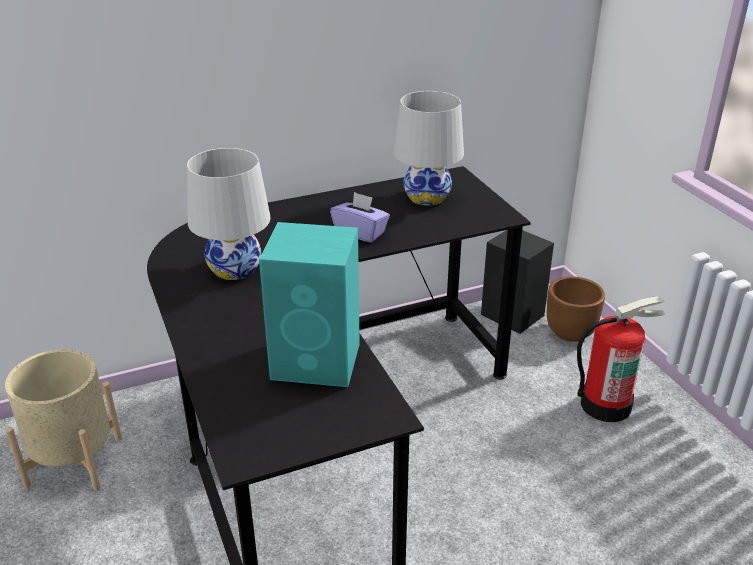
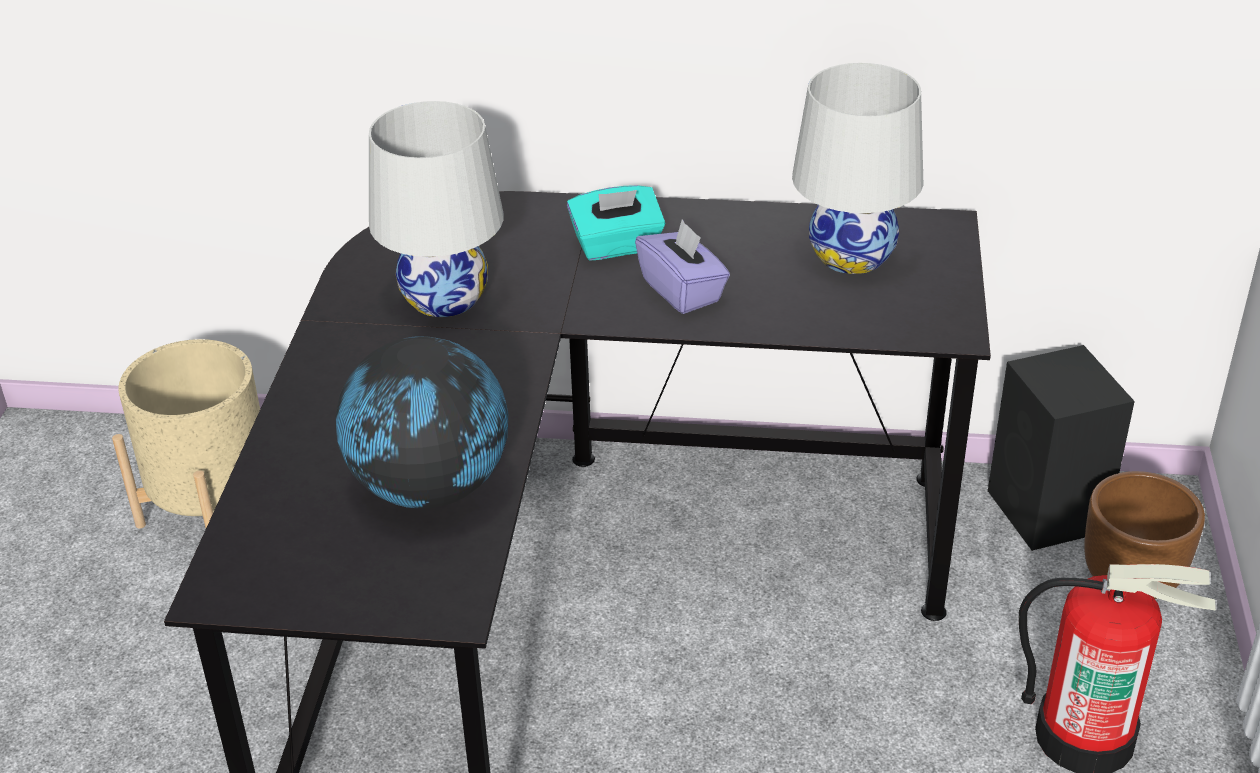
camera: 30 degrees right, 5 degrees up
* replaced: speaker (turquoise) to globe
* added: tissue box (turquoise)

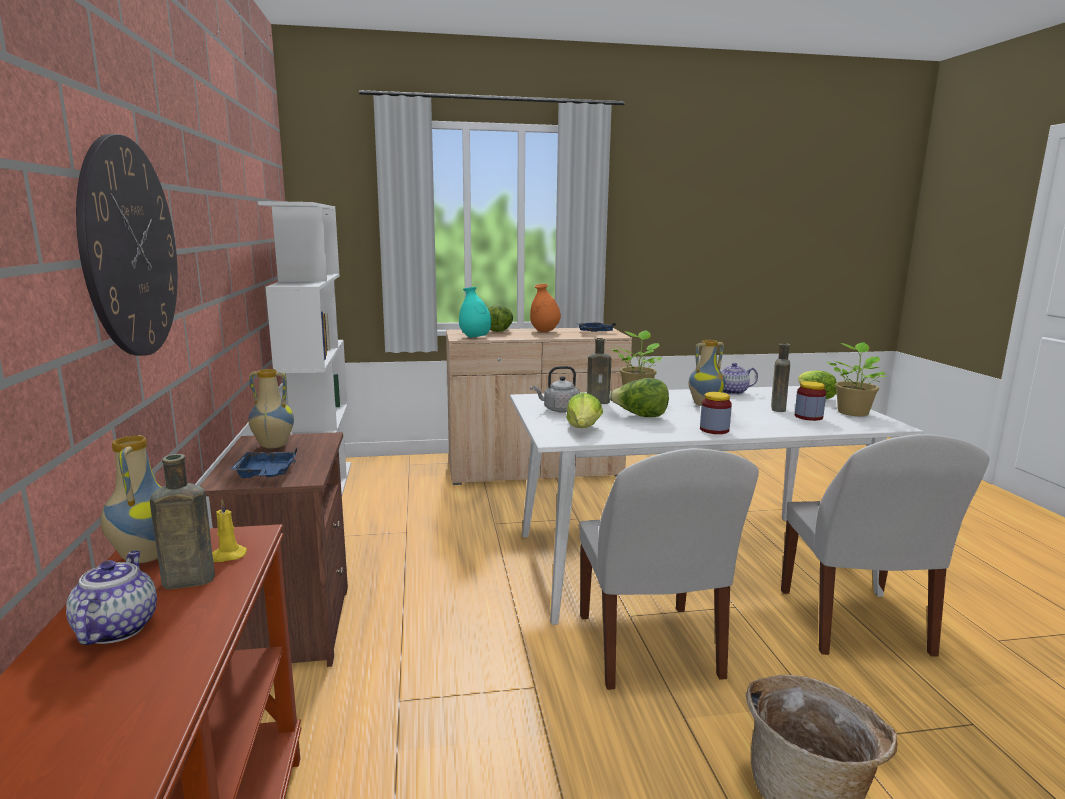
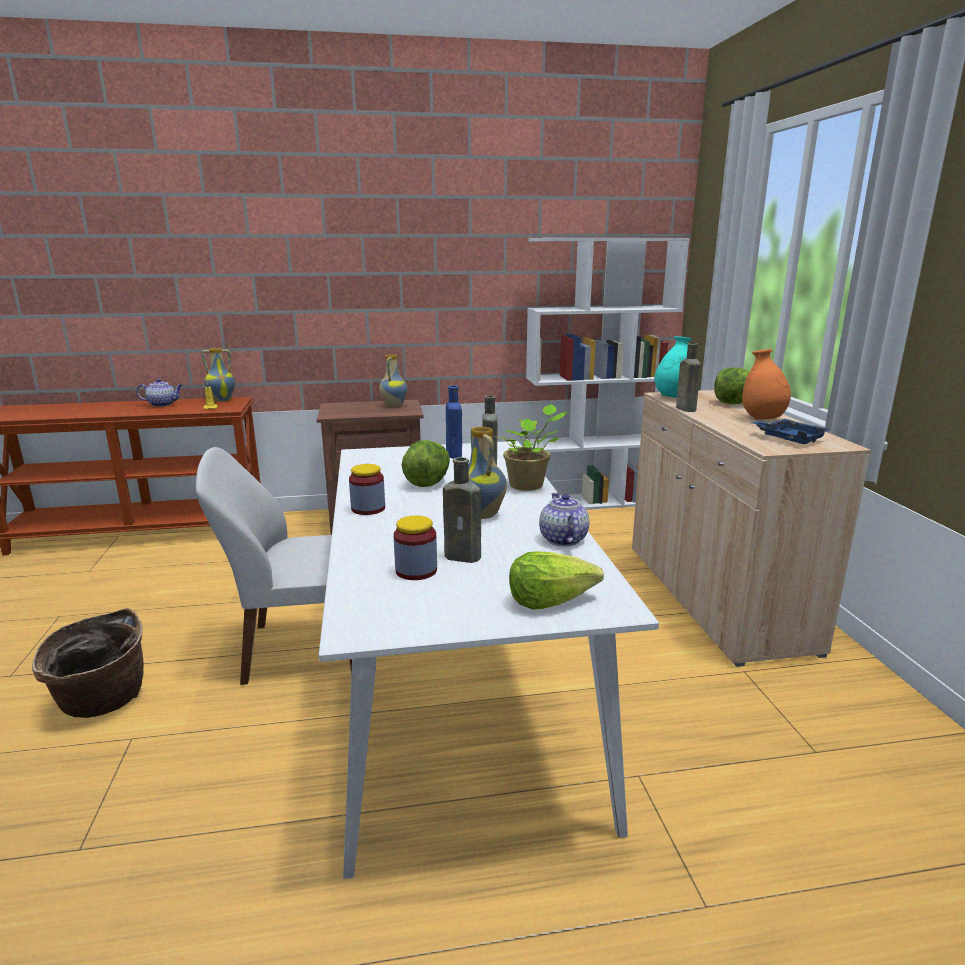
camera: 90 degrees right, 5 degrees up
* removed: wall clock
* removed: potted plant (2nd from left)
* replaced: kettle (grey) to bottle (blue)
* removed: lettuce (2nd from left)
* removed: chair (white) (2nd from left)
* removed: tray (blue) (1st from left)
* moved: bottle (brown) (1st from left in the first image) to bottle (brown) (3rd from left)

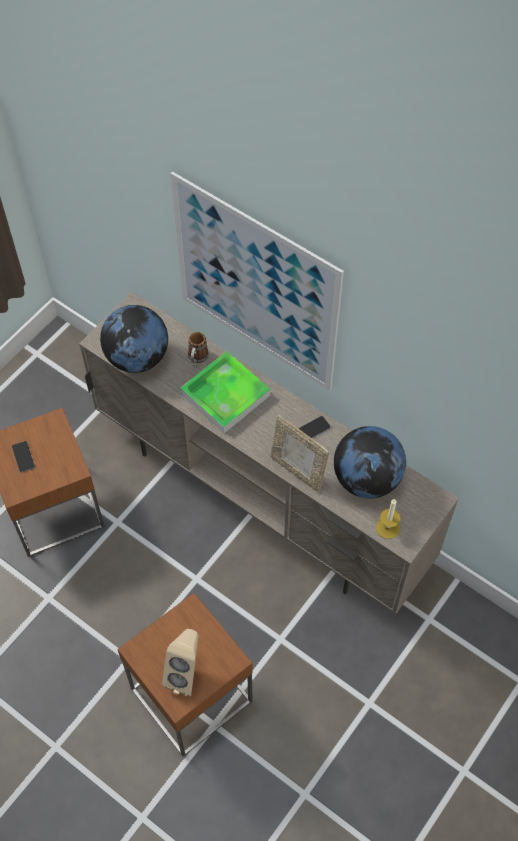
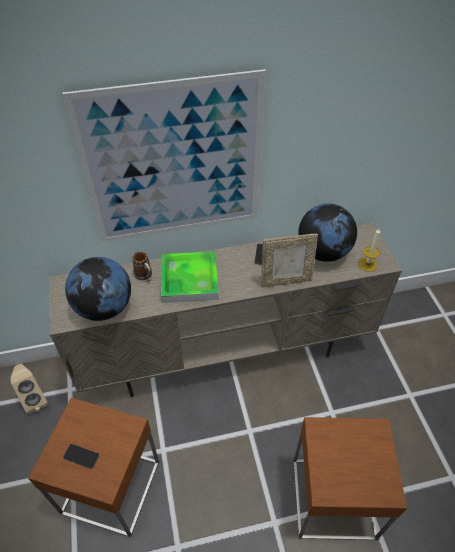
camera: 50 degrees left, 10 degrees down
* moved: speaker (beige)

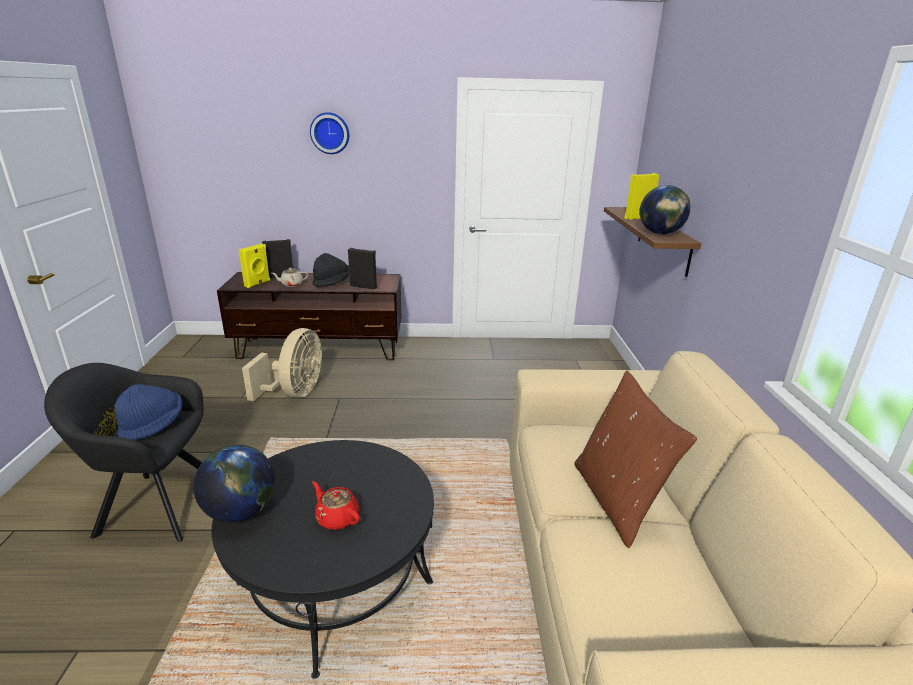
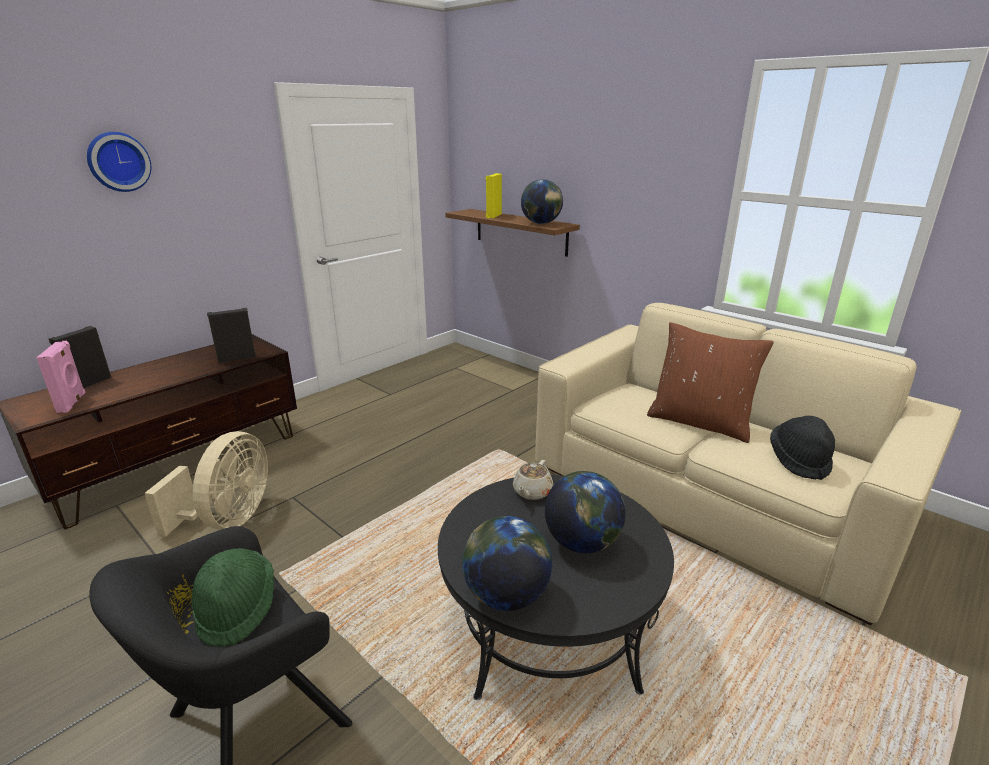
camera: 45 degrees left, 0 degrees up
* recoloured: speaker (yellow) (1st from left) to speaker (pink)
* moved: hat (black)
* moved: teapot (beige)
* turned: fan (beige) 45 degrees clockwise
* recoloured: hat (blue) to hat (green)
* replaced: teapot (red) to globe (3rd from left)

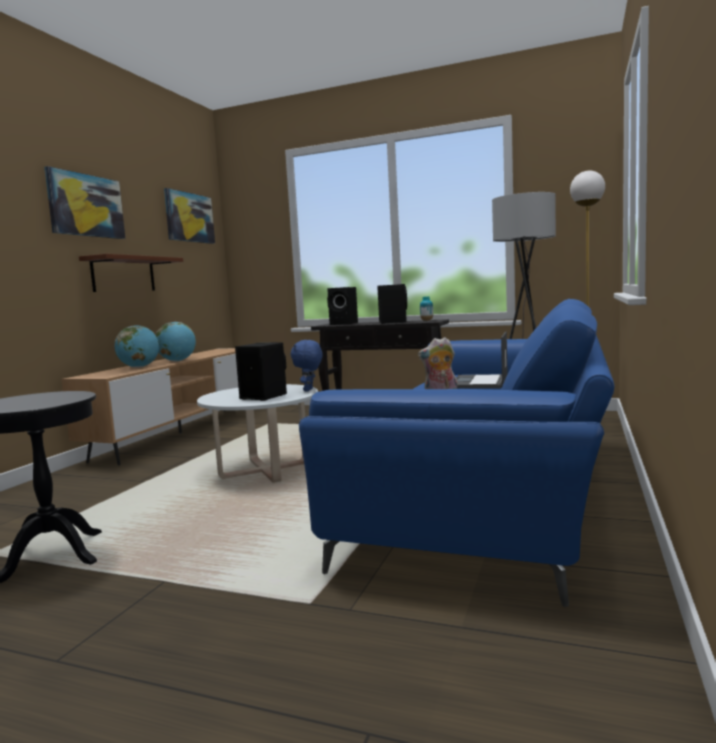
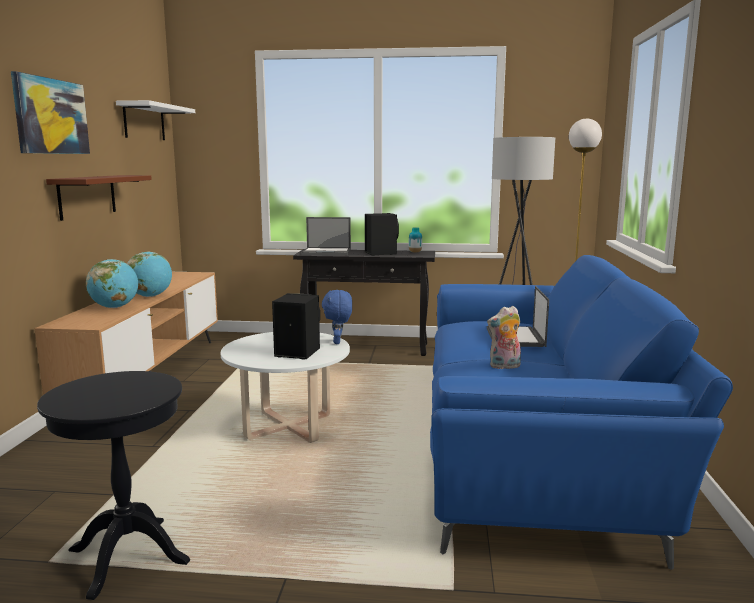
camera: 15 degrees left, 5 degrees up
* replaced: picture (2nd from left) to shelf (white)
* replaced: speaker (black) (2nd from left) to laptop (1st from left)

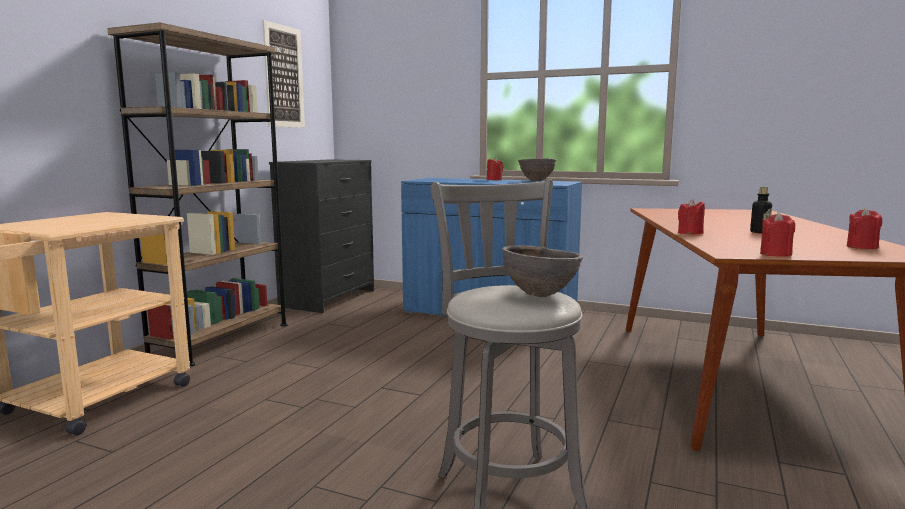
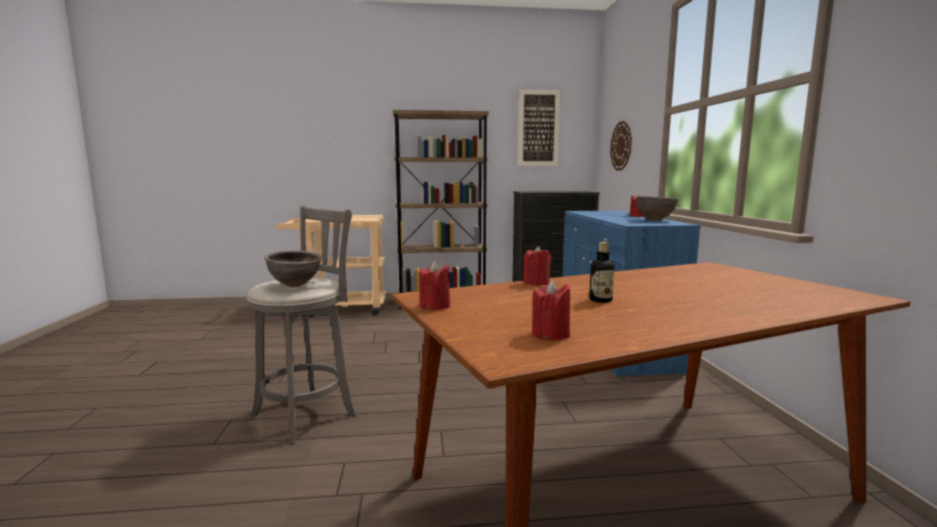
camera: 60 degrees right, 0 degrees up
* added: wall clock

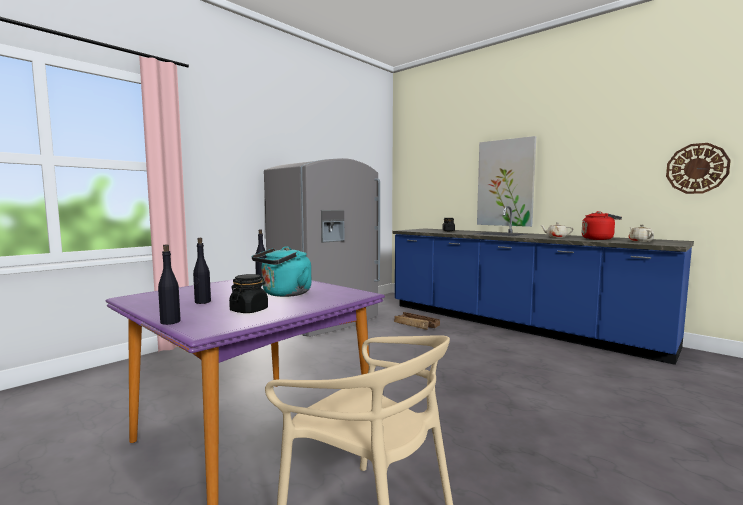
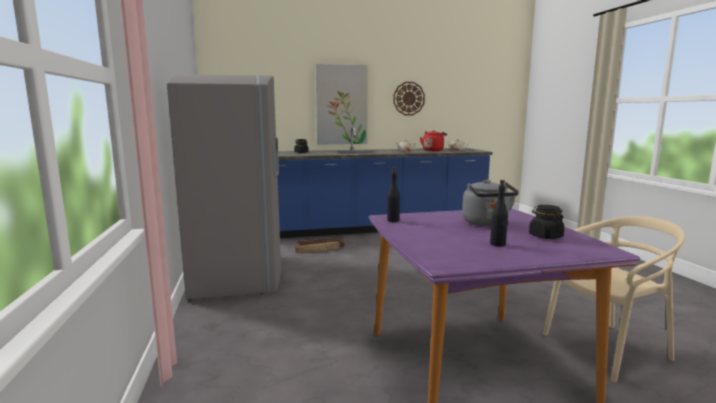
camera: 55 degrees left, 5 degrees up
* moved: wall clock
* removed: bottle (black) (1st from left)
* recoloured: kettle (turquoise) to kettle (grey)

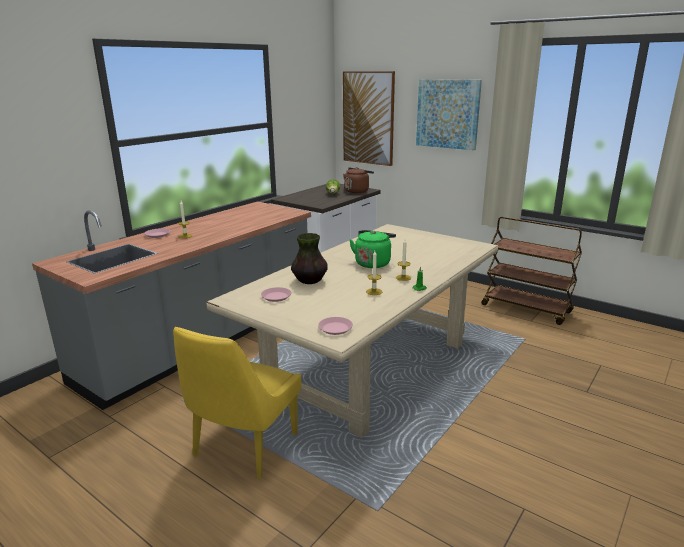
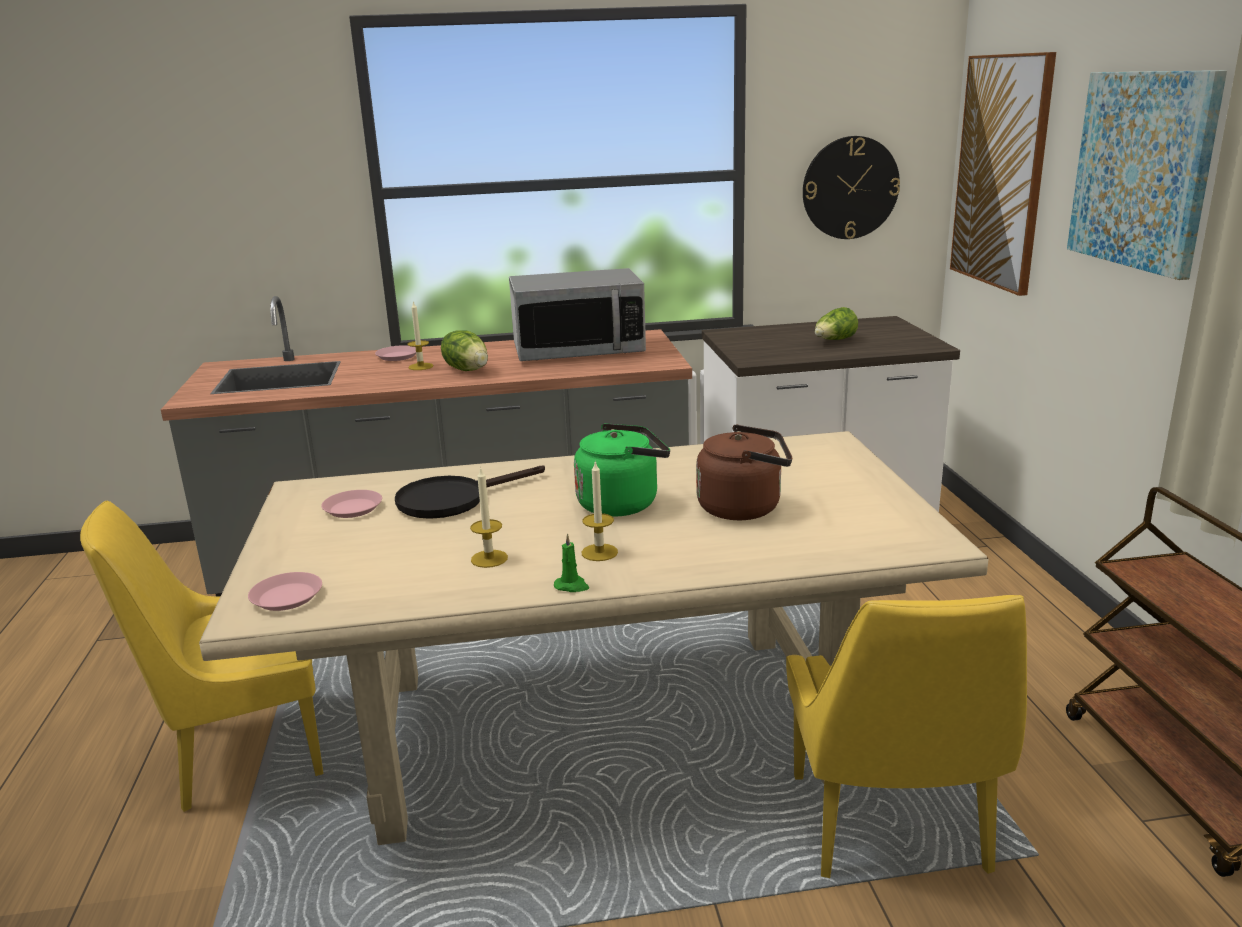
camera: 45 degrees right, 0 degrees up
* moved: kettle (brown)
* replaced: vase to frying pan (black)
* added: wall clock
* added: microwave
* added: lettuce (1st from left)
* added: chair (yellow) (2nd from left)

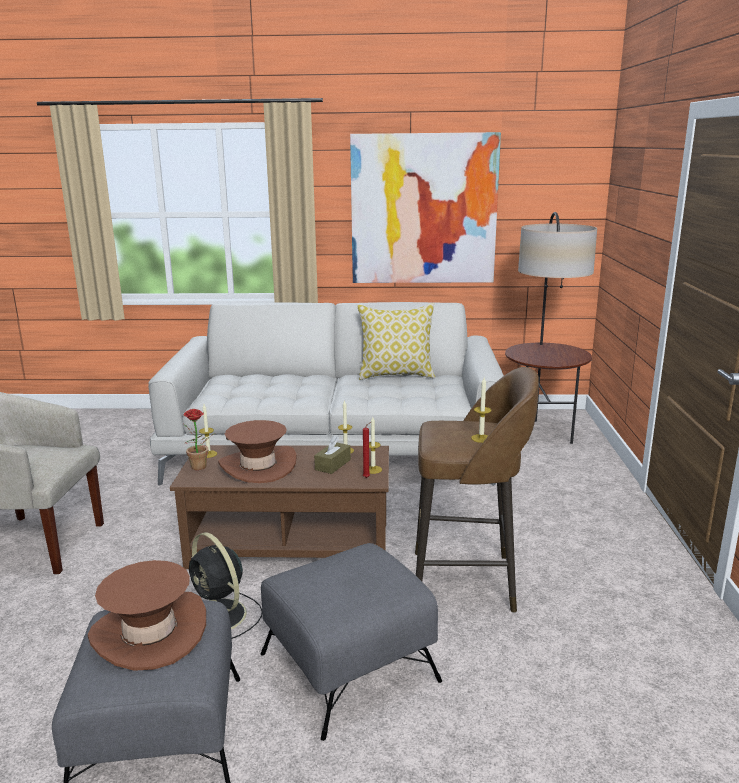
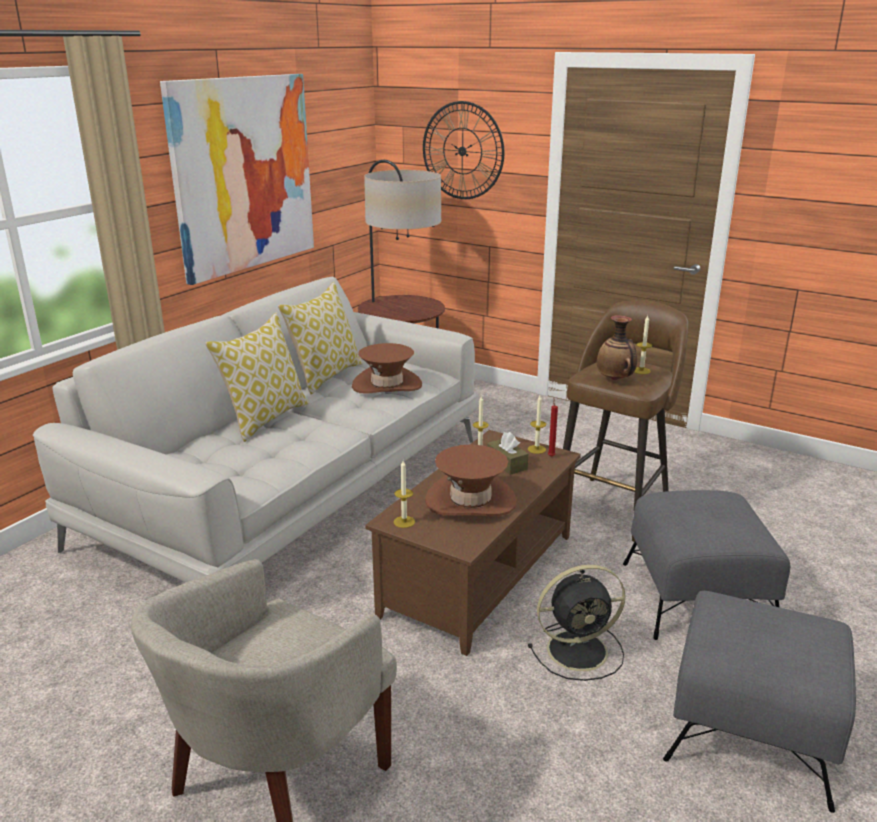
camera: 60 degrees left, 5 degrees up
* removed: potted plant
* moved: hat (brown) (1st from left)
* added: wall clock
* added: pillow (1st from left)
* added: vase

